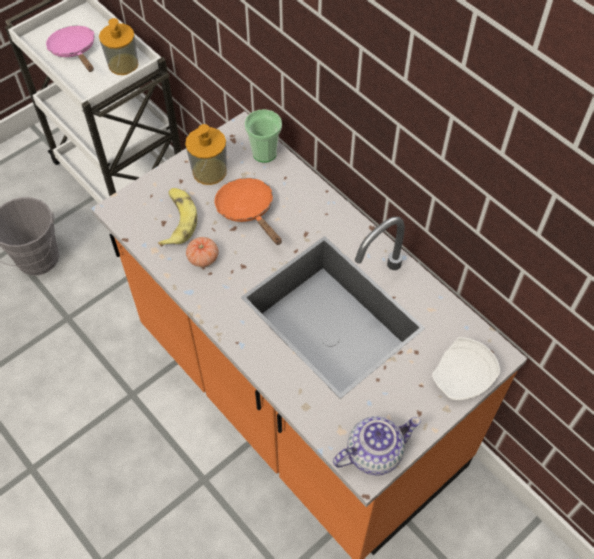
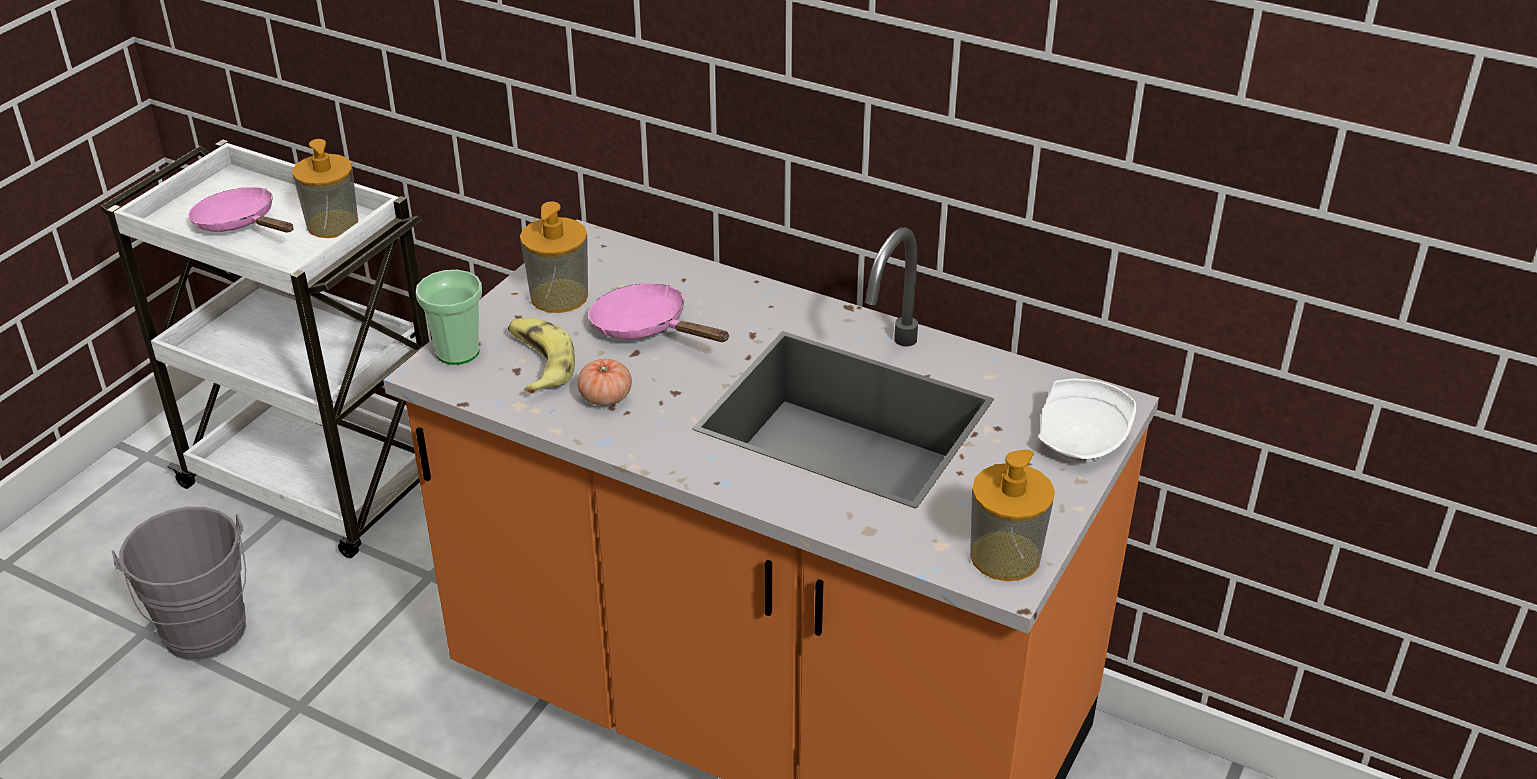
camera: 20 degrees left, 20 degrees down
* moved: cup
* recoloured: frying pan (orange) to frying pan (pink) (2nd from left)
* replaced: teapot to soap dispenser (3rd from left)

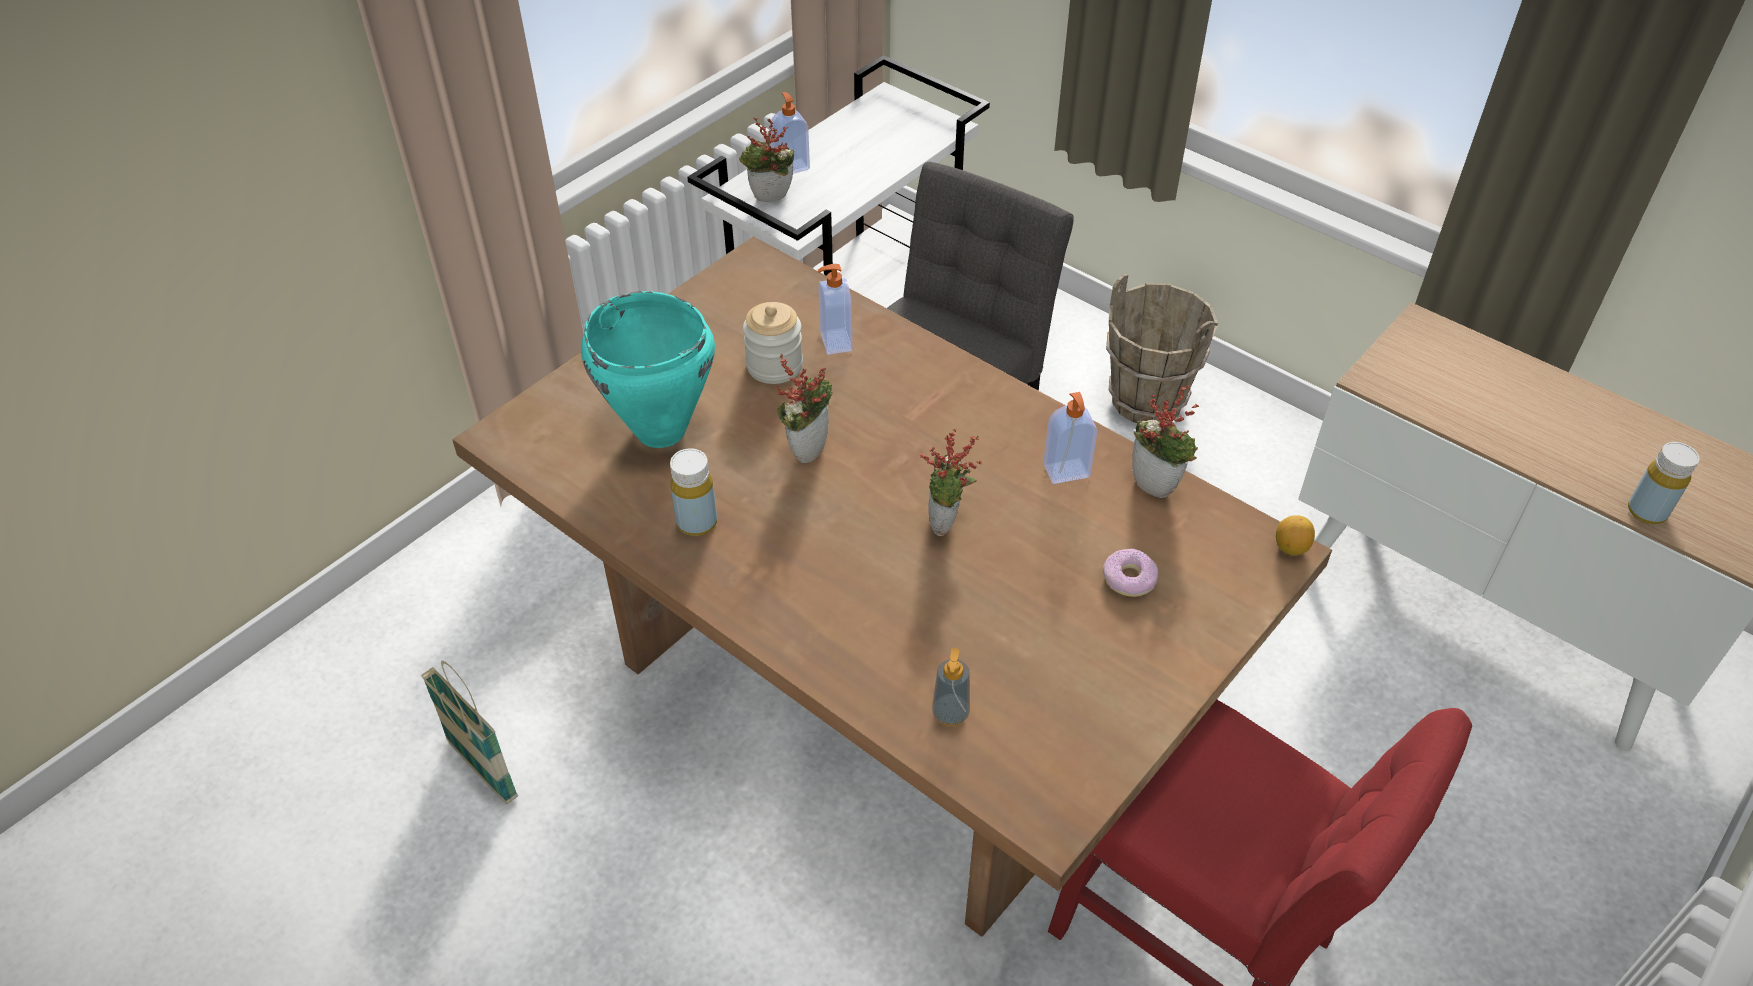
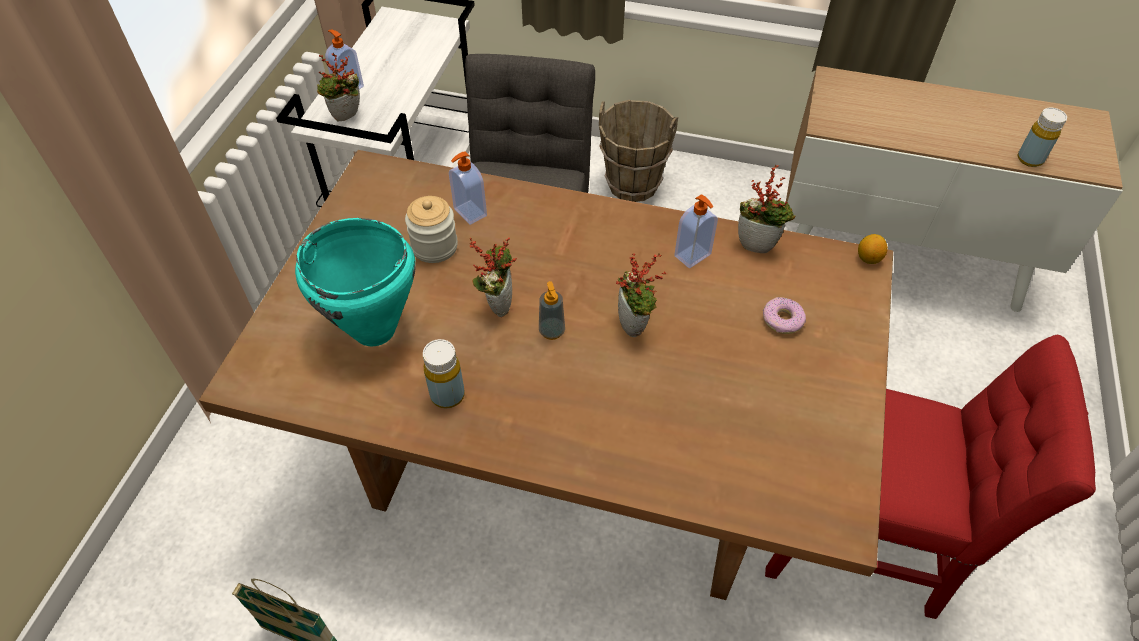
camera: 25 degrees left, 5 degrees up
* moved: soap dispenser (3rd from left)

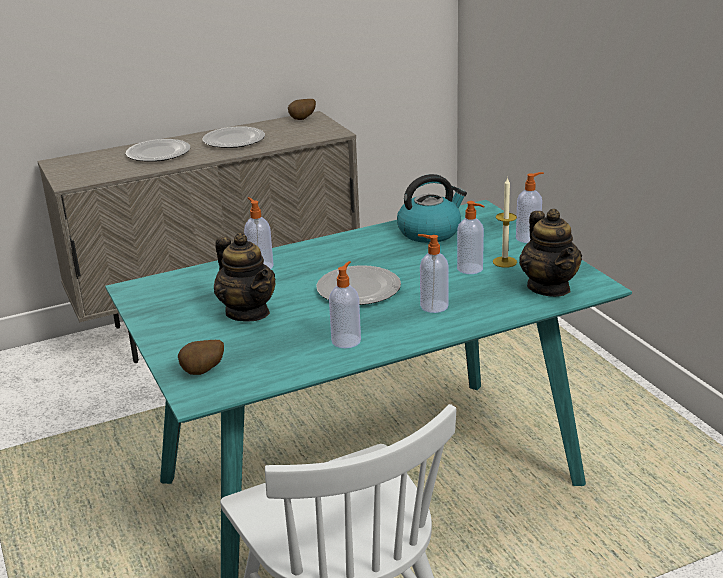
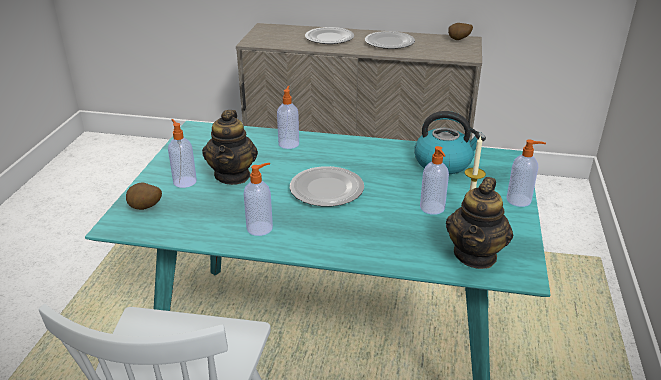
camera: 35 degrees right, 5 degrees up
* moved: soap dispenser (3rd from left in the first image) to soap dispenser (1st from left)

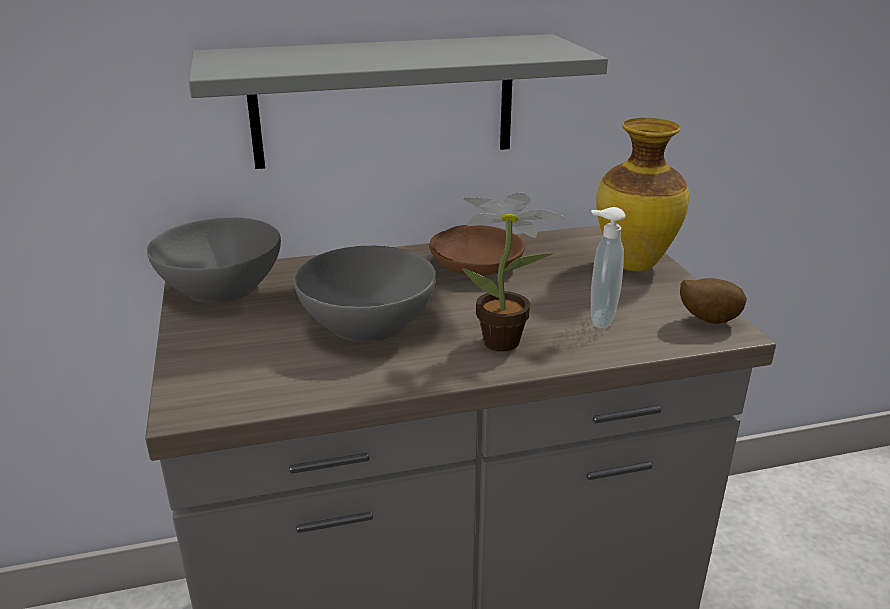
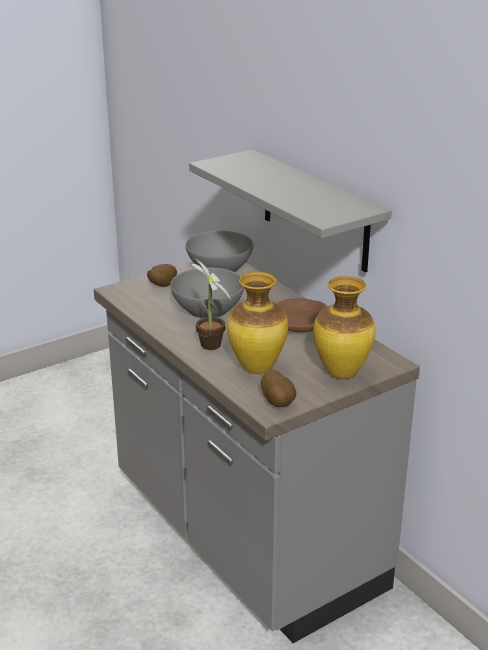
camera: 70 degrees right, 0 degrees up
* replaced: soap dispenser to vase (1st from left)
* added: potato (1st from left)

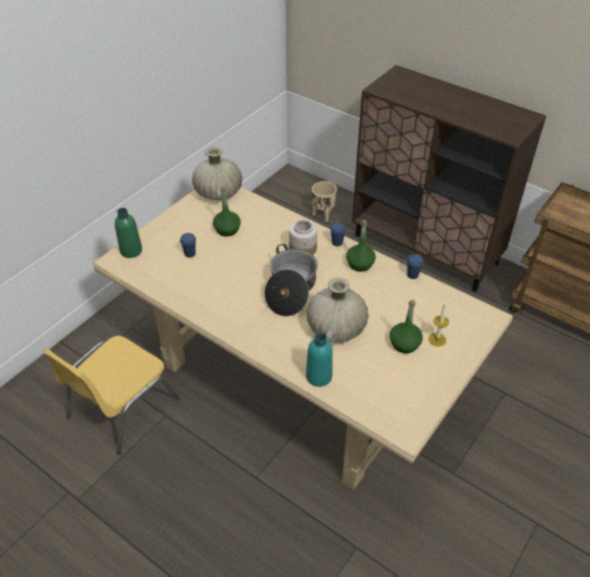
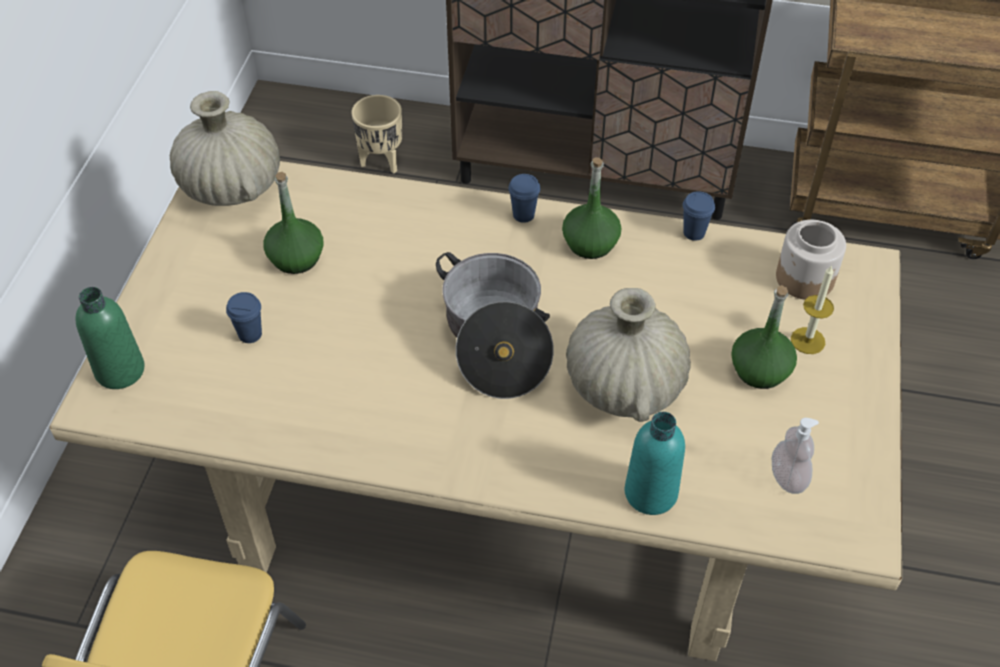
camera: 25 degrees left, 5 degrees up
* moved: jar
* added: soap dispenser

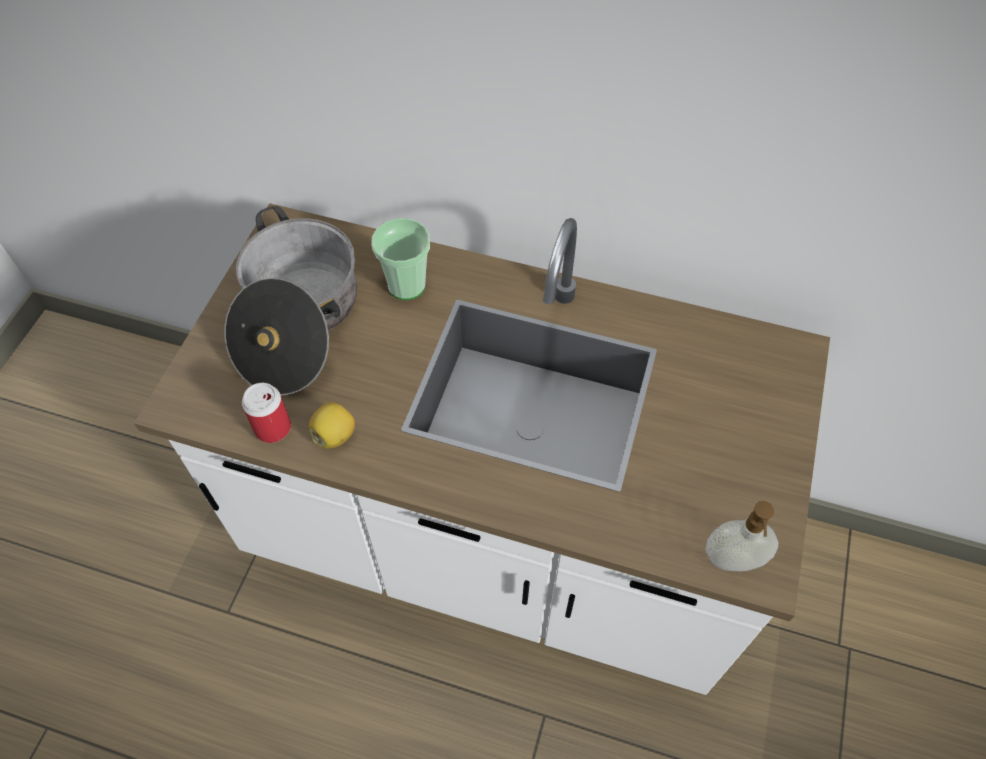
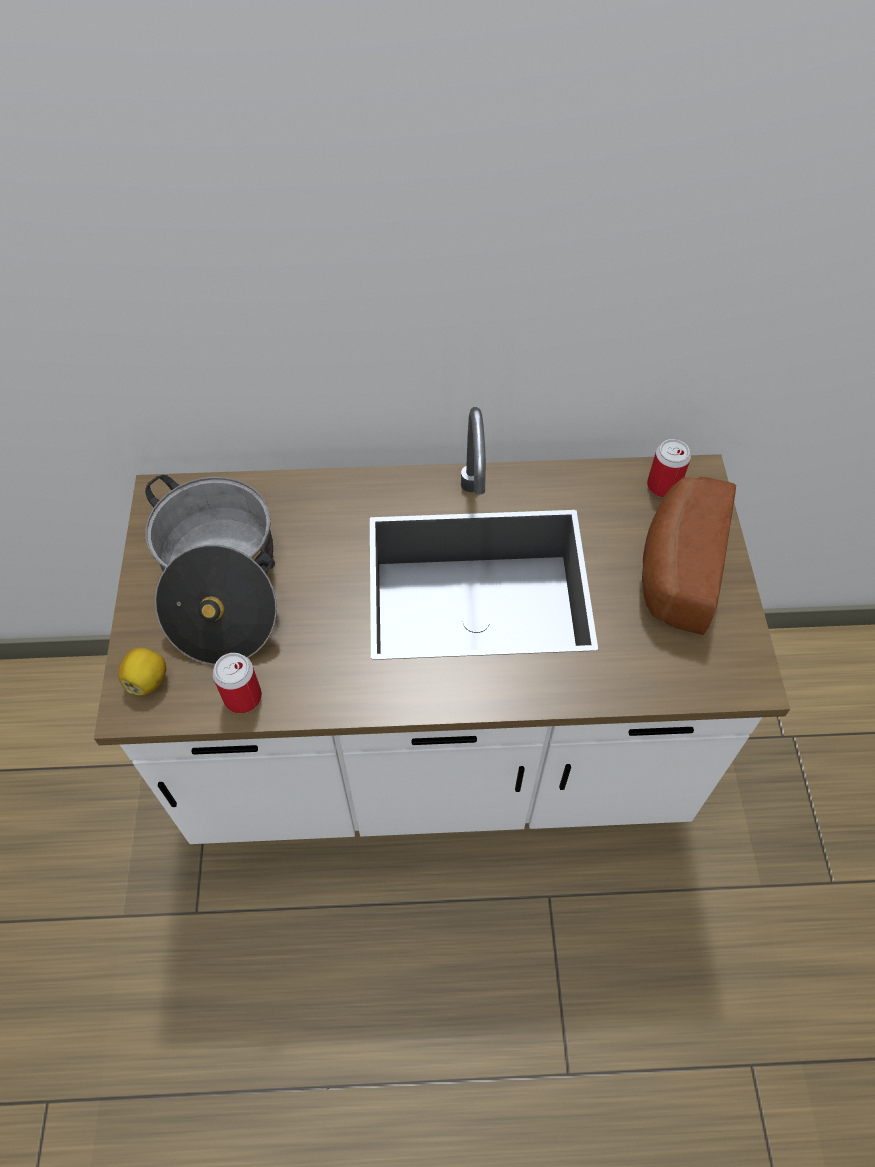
camera: 20 degrees left, 0 degrees up
* removed: cup
* moved: lemon
* removed: soap dispenser
* added: can (2nd from left)
* added: bread

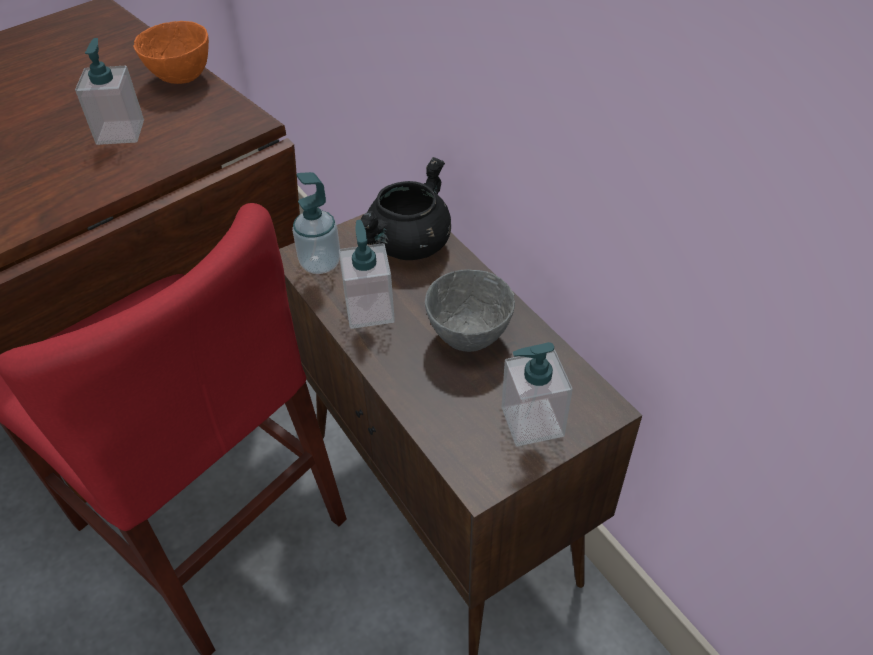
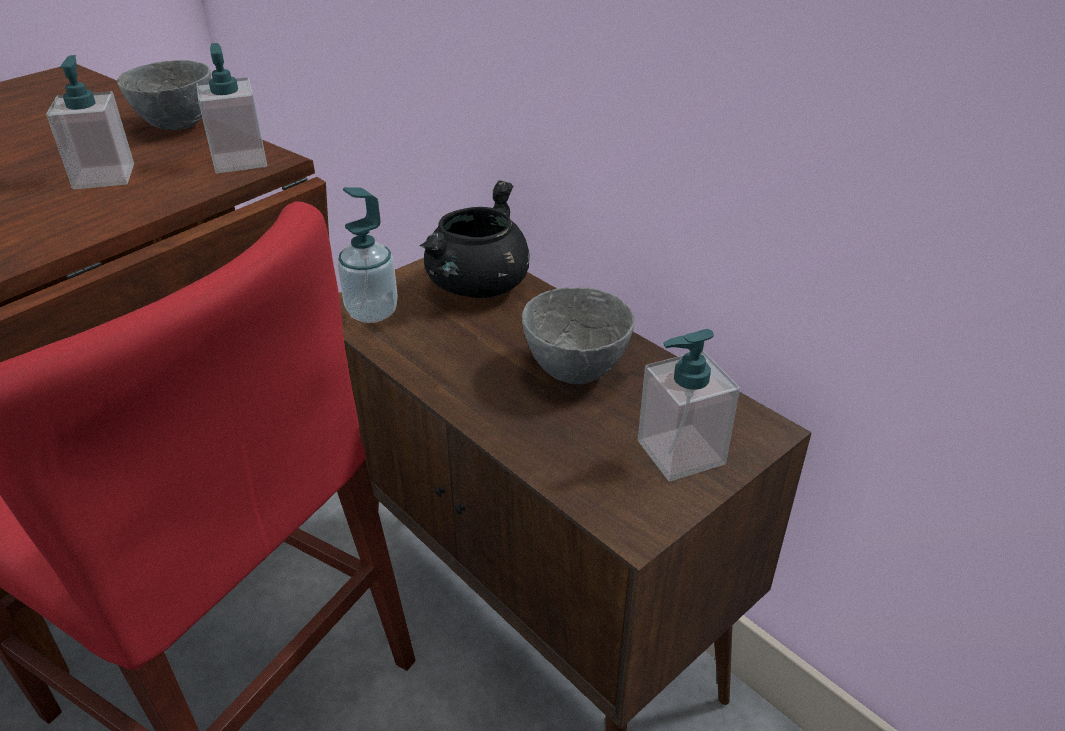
camera: 10 degrees left, 10 degrees down
* recoloured: bowl (orange) to bowl (grey) (1st from left)
* moved: soap dispenser (3rd from left in the first image) to soap dispenser (2nd from left)

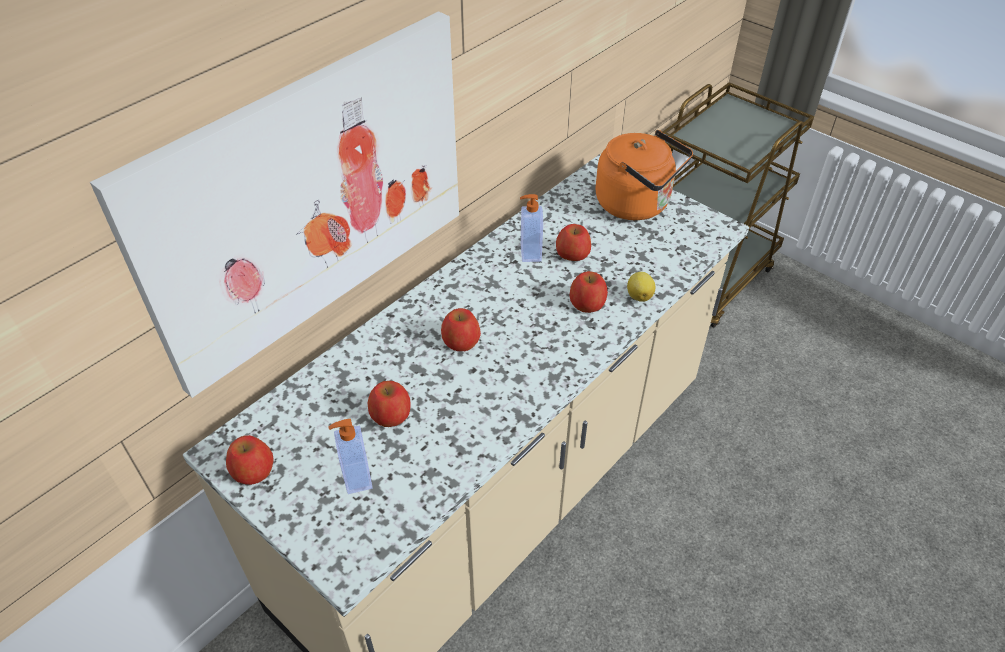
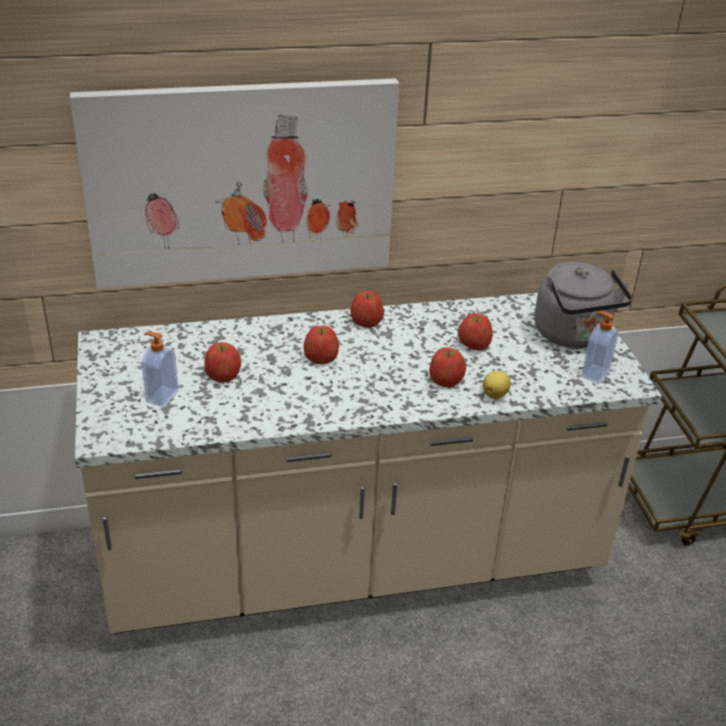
camera: 35 degrees right, 10 degrees down
* recoloured: kettle (orange) to kettle (grey)
* moved: soap dispenser (2nd from left)
* moved: apple (1st from left in the first image) to apple (3rd from left)

